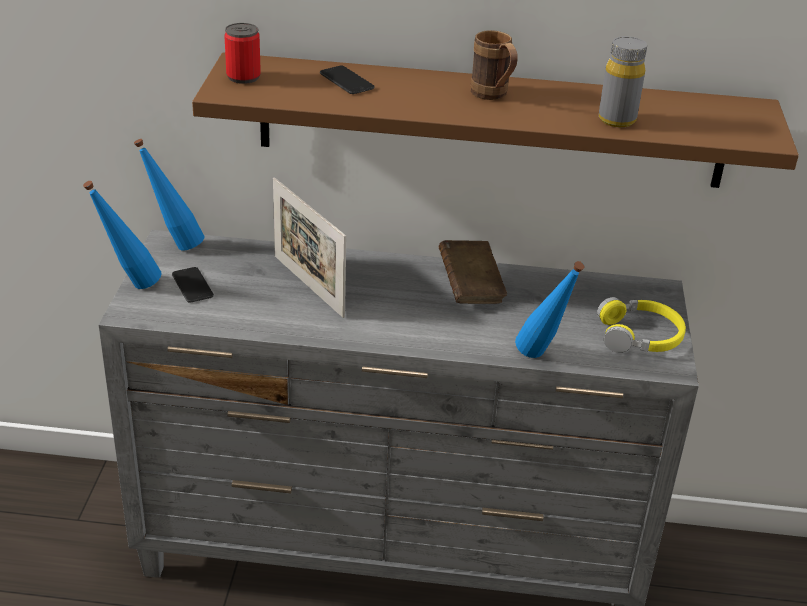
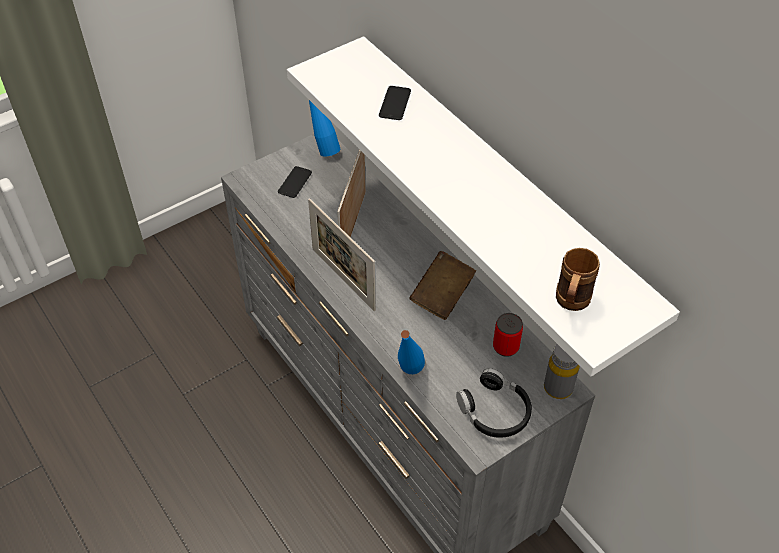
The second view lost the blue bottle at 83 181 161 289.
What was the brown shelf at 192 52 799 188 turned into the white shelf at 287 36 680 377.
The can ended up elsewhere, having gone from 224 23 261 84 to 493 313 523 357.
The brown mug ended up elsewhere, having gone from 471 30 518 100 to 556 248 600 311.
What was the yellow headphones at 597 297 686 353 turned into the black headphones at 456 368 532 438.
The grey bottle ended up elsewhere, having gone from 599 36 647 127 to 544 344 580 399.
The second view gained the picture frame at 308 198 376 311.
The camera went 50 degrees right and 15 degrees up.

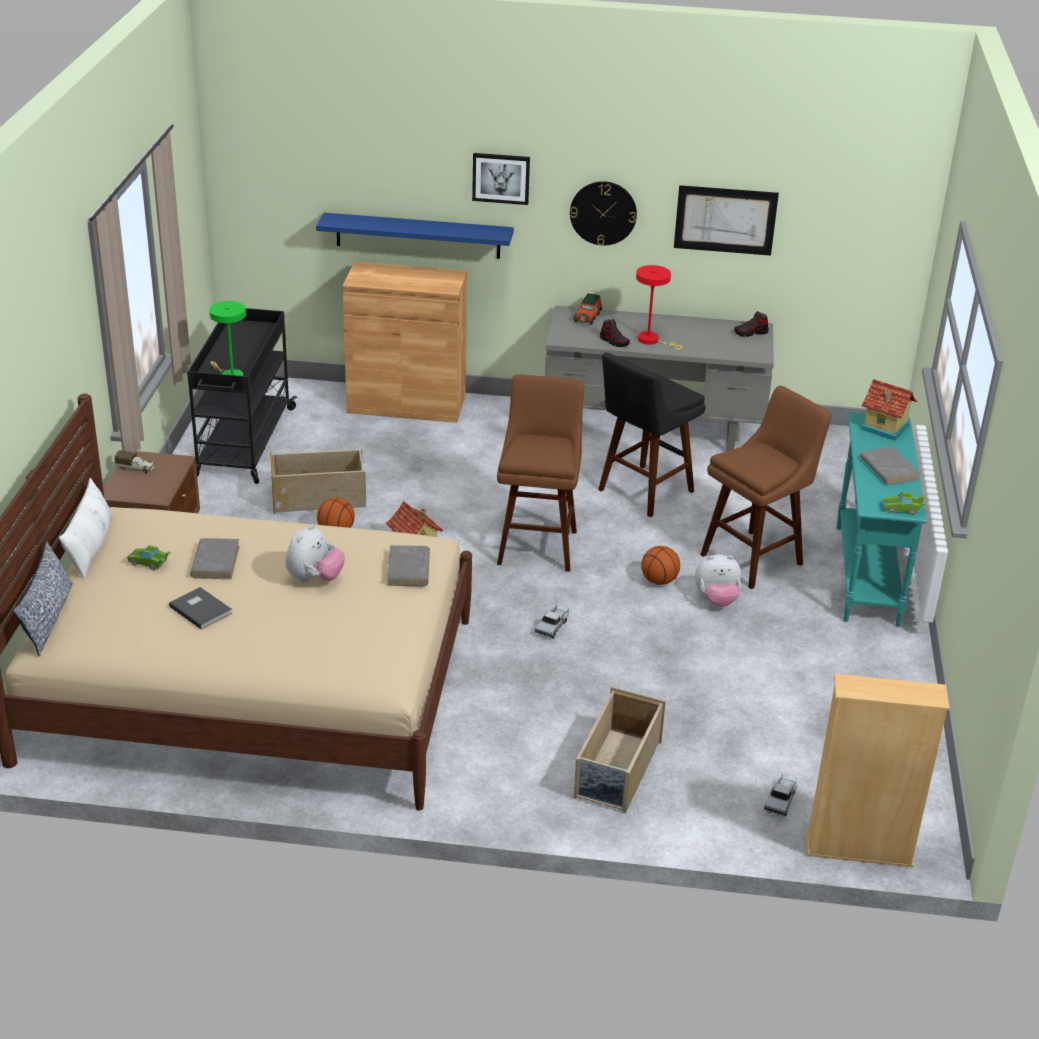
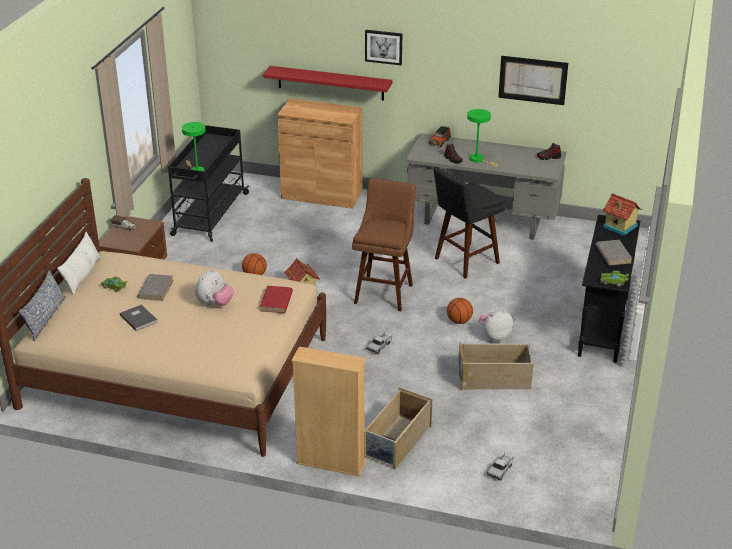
The beige storage box ended up elsewhere, having gone from 270 449 366 514 to 458 342 534 391.
What was the blue shelf at 316 213 514 259 turned into the red shelf at 263 66 393 100.
What was the grey book at 387 545 430 586 turned into the red book at 260 286 293 313.
The second view lost the wall clock at 570 181 637 246.
What was the red table lamp at 636 265 682 350 turned into the green table lamp at 467 109 498 167.
The plush toy at 695 554 741 607 ended up facing another way, 150 degrees clockwise from before.
The second view lost the brown stool at 700 386 832 589.
The beige bookcase ended up elsewhere, having gone from 806 674 950 867 to 291 347 366 476.
What was the turquoise console table at 836 412 927 627 turned into the black console table at 578 215 640 363.
The camera went 10 degrees right and 0 degrees up.

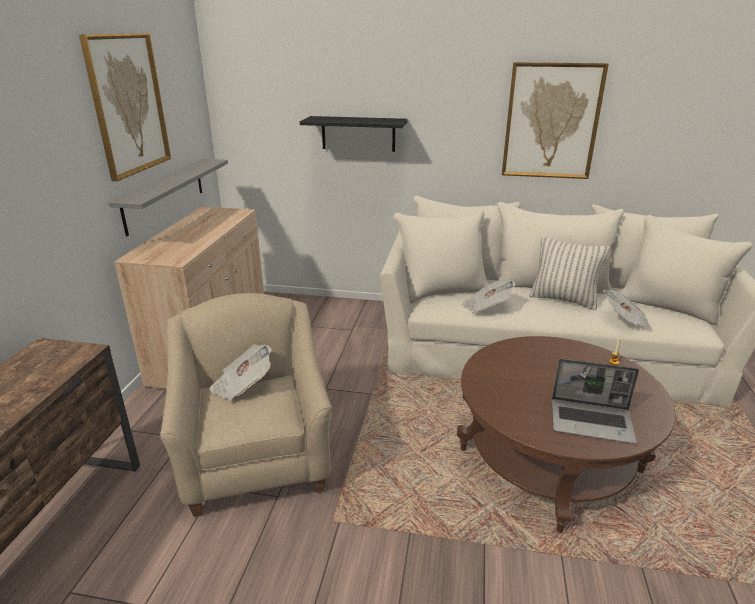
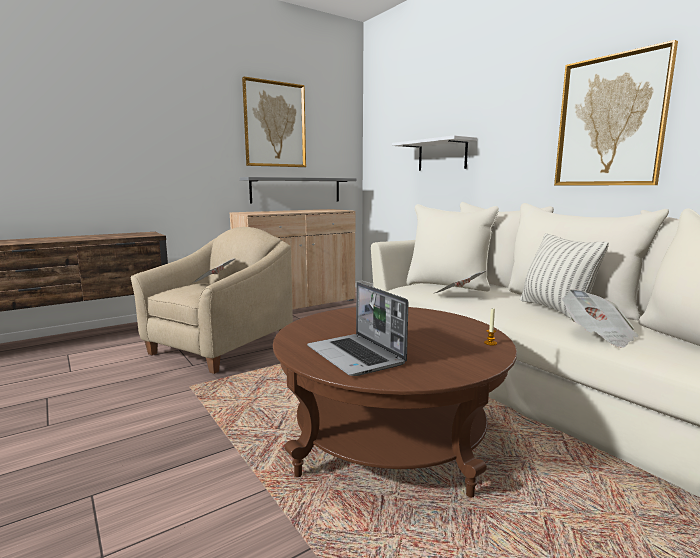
What was the black shelf at 300 116 408 152 turned into the white shelf at 392 135 477 171.
The camera went 45 degrees right and 15 degrees down.

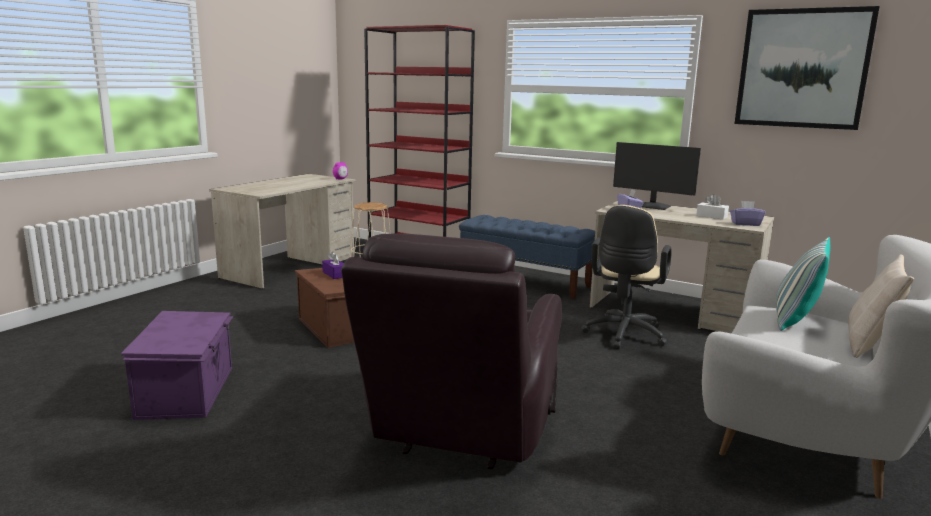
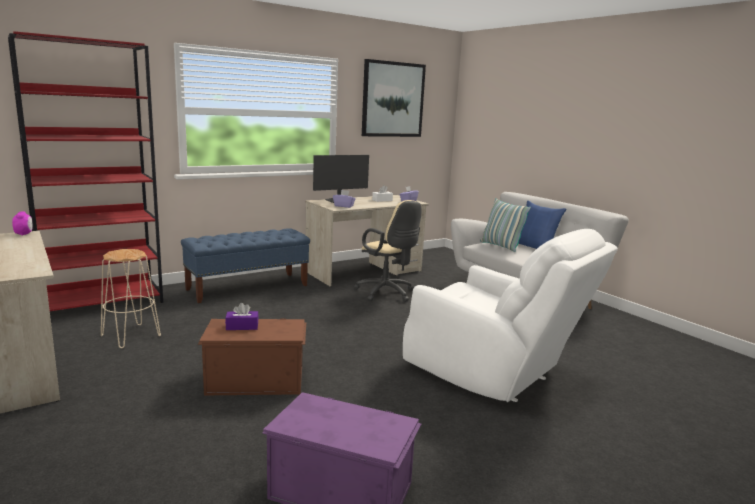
What was the brown armchair at 341 233 562 469 turned into the white armchair at 403 229 618 402.
What was the beige pillow at 848 254 914 358 turned into the blue pillow at 518 201 567 249.
The camera went 65 degrees left and 0 degrees up.

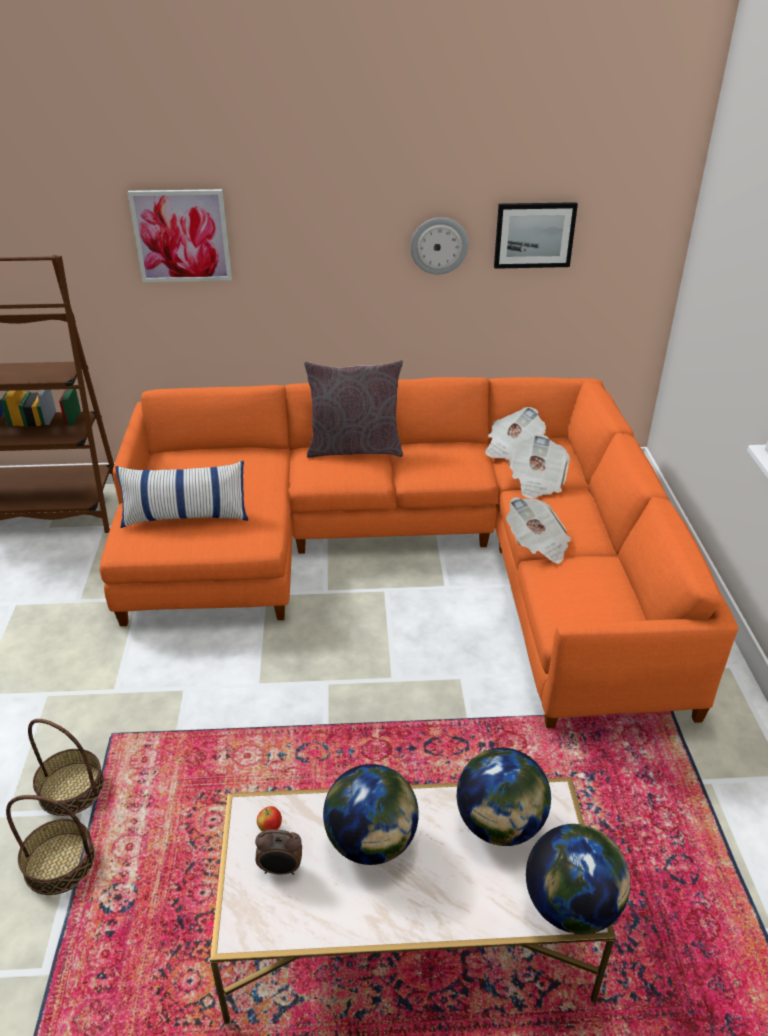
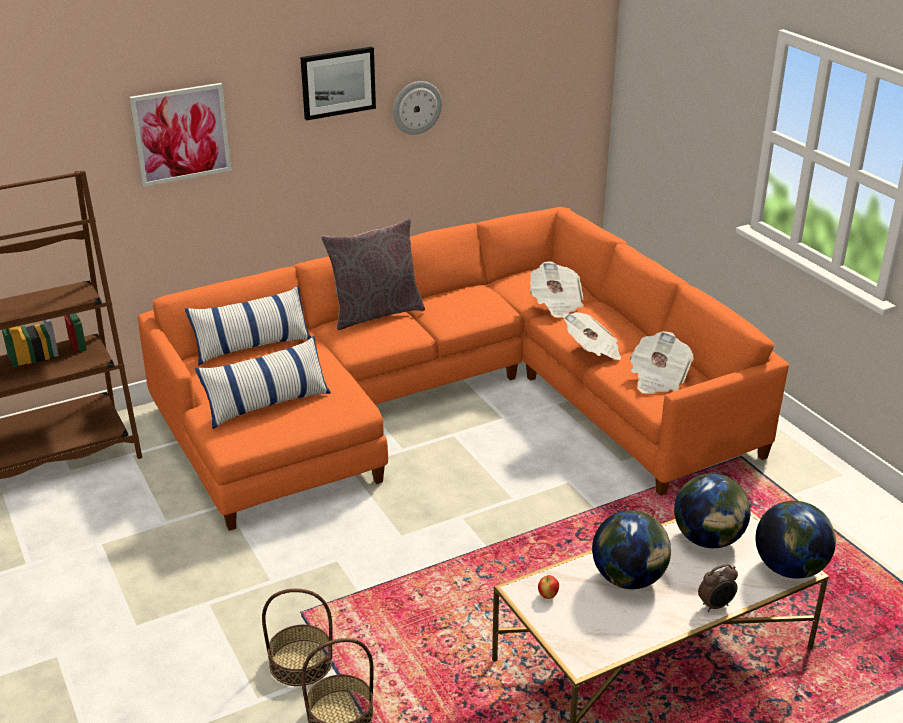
The alarm clock ended up elsewhere, having gone from 255 830 302 875 to 698 564 738 612.
The newspaper ended up elsewhere, having gone from 485 407 546 460 to 630 331 693 394.
The picture ended up elsewhere, having gone from 494 202 578 269 to 300 47 376 120.
The second view gained the pillow at 185 286 311 365.
The camera went 25 degrees left and 5 degrees down.

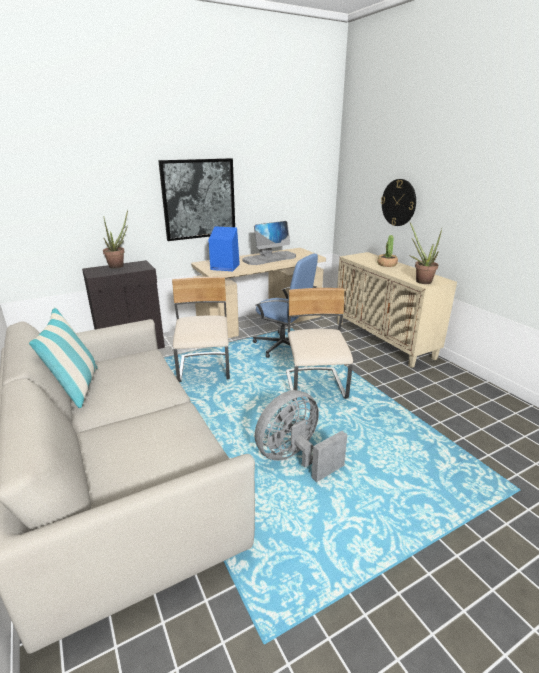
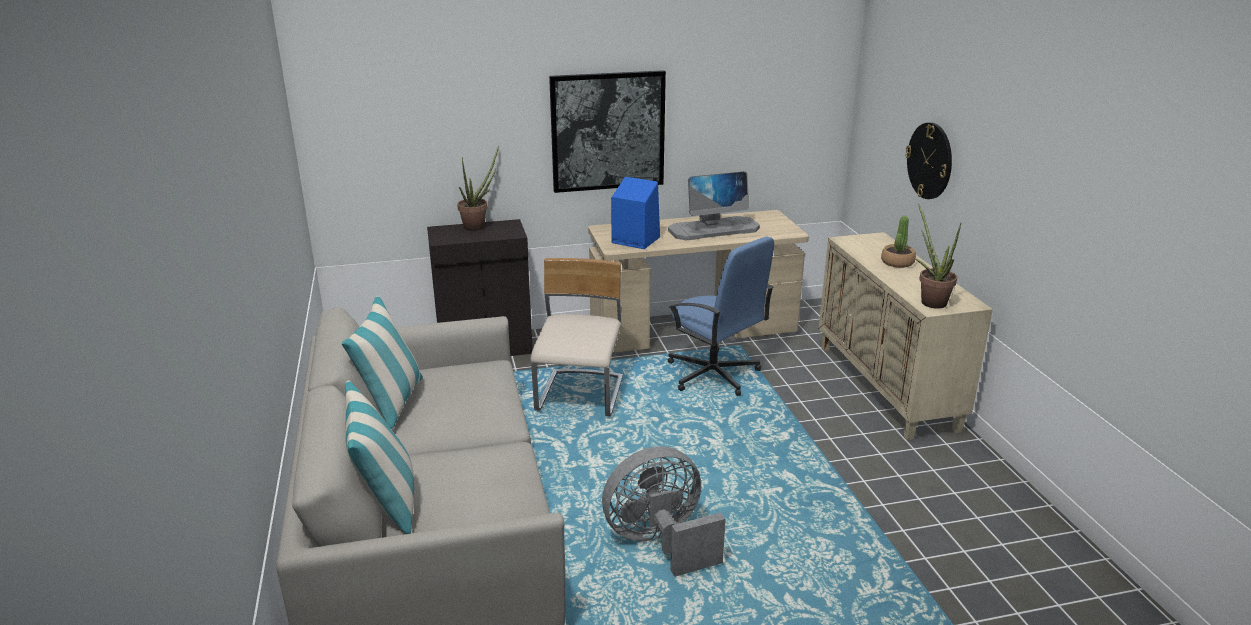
The second view lost the beige chair at 286 288 353 401.
The second view gained the pillow at 345 380 414 534.
The camera went 15 degrees right and 0 degrees up.

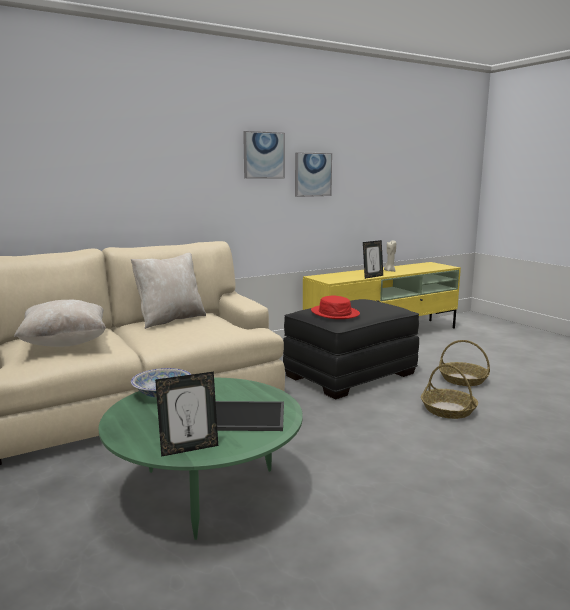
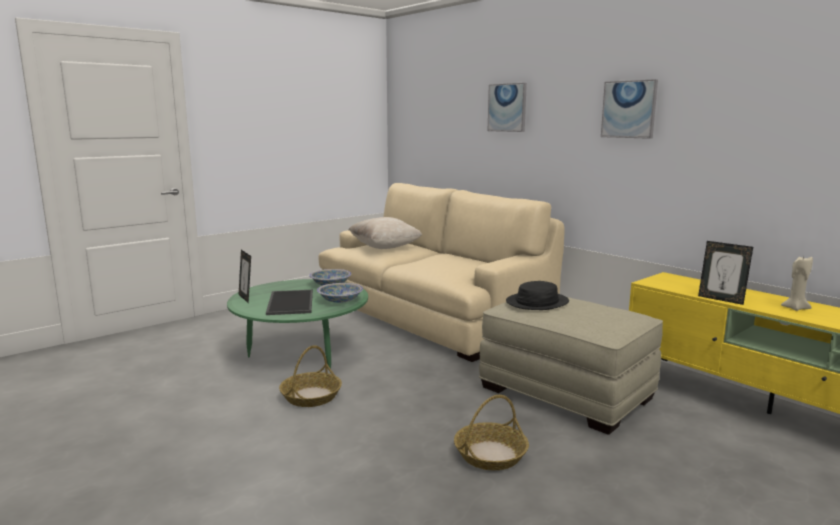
The second view lost the beige pillow at 131 253 206 329.
What was the black ottoman at 283 299 419 400 turned into the beige ottoman at 479 297 663 435.
The picture ended up elsewhere, having gone from 295 152 332 197 to 488 83 527 132.
What was the red hat at 311 295 360 319 turned into the black hat at 506 281 569 310.
The basket ended up elsewhere, having gone from 439 340 490 386 to 279 345 342 407.
The second view gained the bowl at 317 283 363 303.
The camera went 80 degrees right and 0 degrees up.

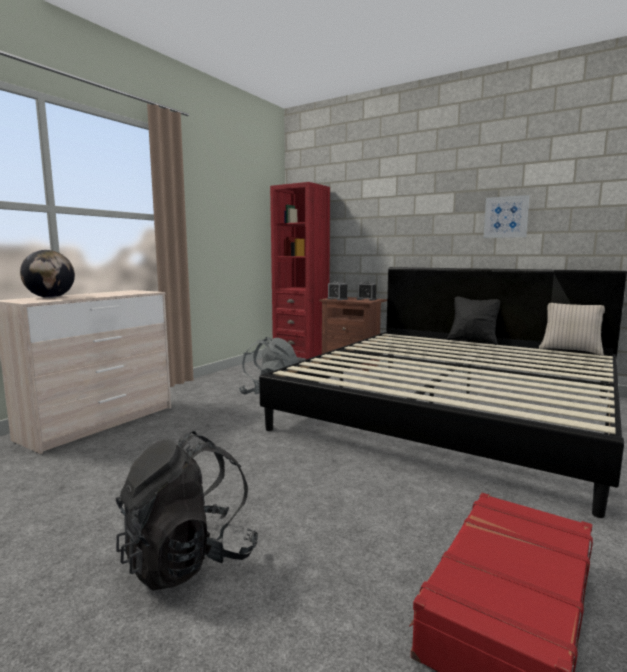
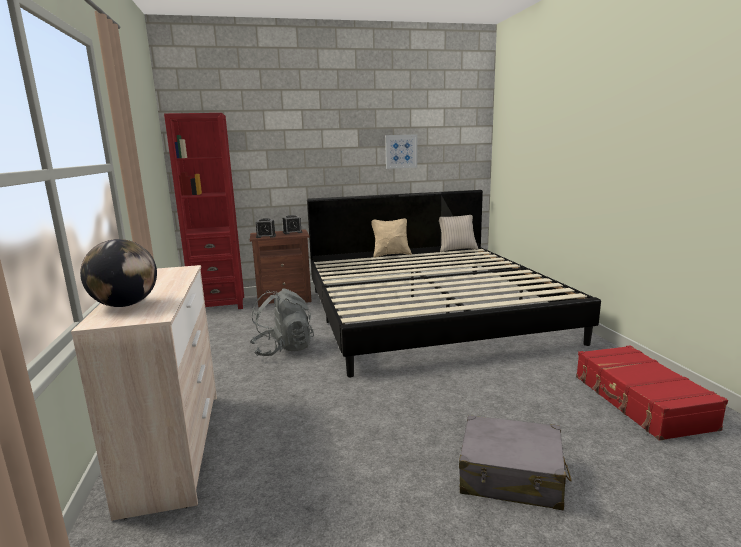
Where the black backpack stood at 116 431 258 591, the grey suitcase came to stand at 459 415 572 510.
What was the black pillow at 447 296 500 345 turned into the beige pillow at 371 218 412 258.
The camera went 45 degrees left and 5 degrees up.

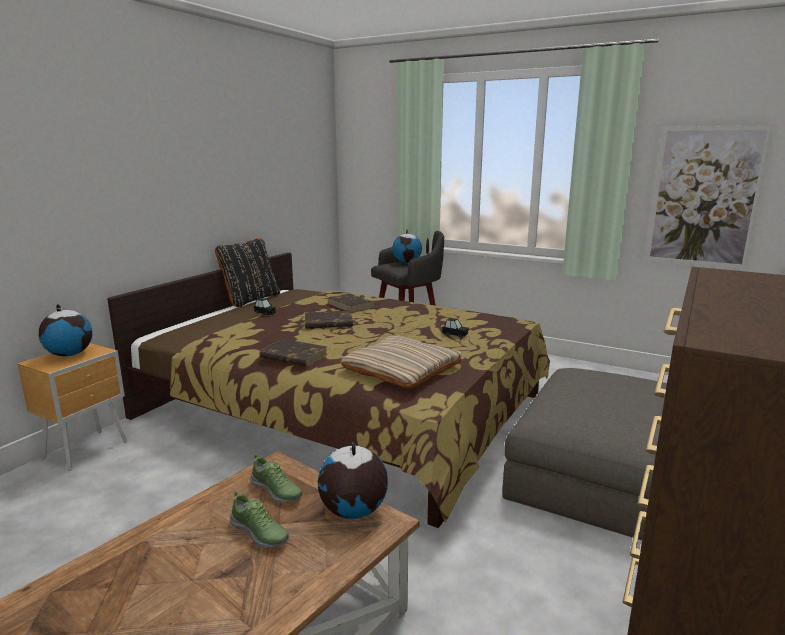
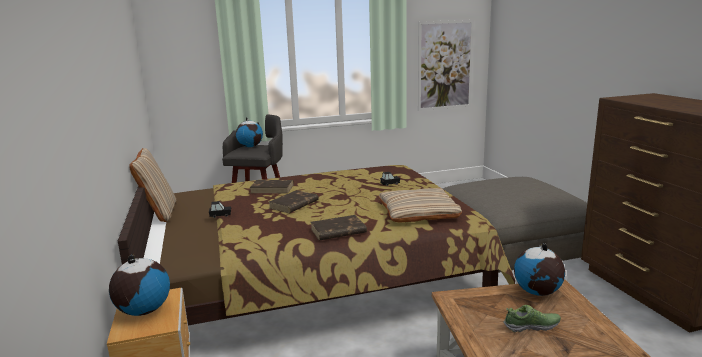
What was the black pillow at 215 238 280 307 turned into the beige pillow at 129 148 176 222.
The second view lost the shoe at 250 454 303 503.
The camera went 45 degrees left and 0 degrees up.

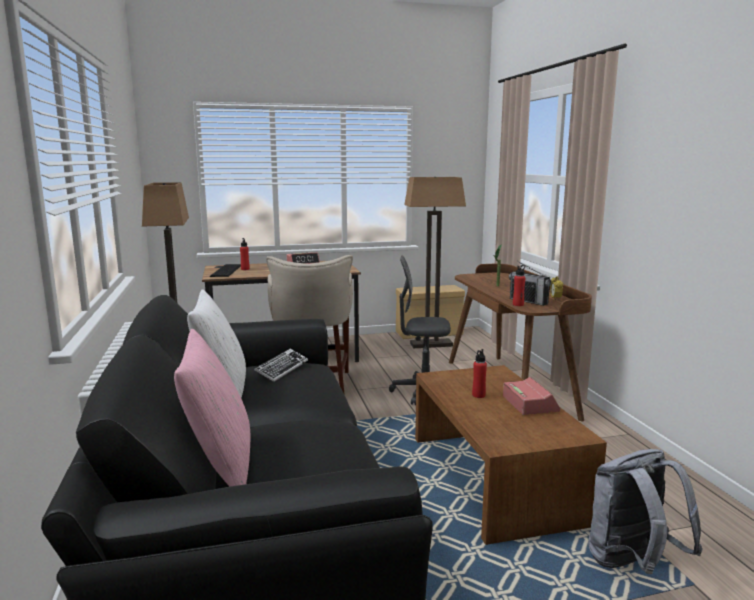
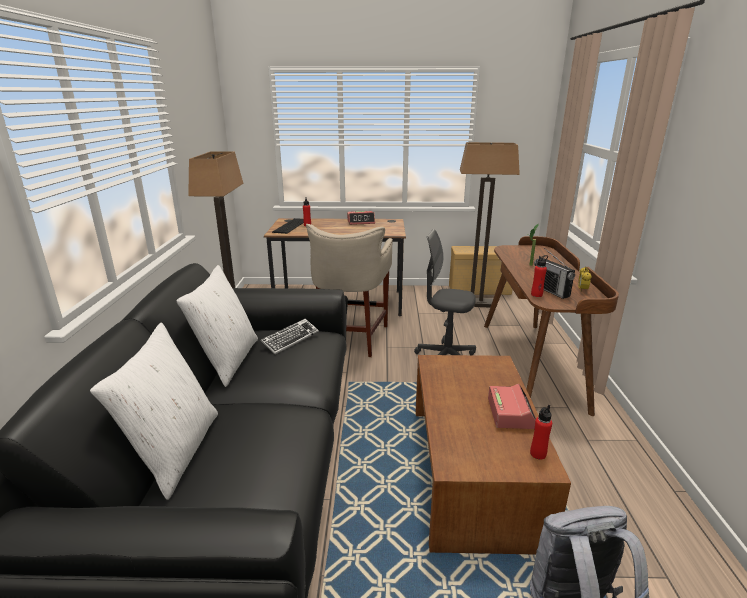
What was the pink pillow at 174 329 250 486 turned into the white pillow at 90 323 218 500.
The red bottle ended up elsewhere, having gone from 472 349 487 398 to 530 405 552 460.
The camera went 15 degrees right and 10 degrees up.

